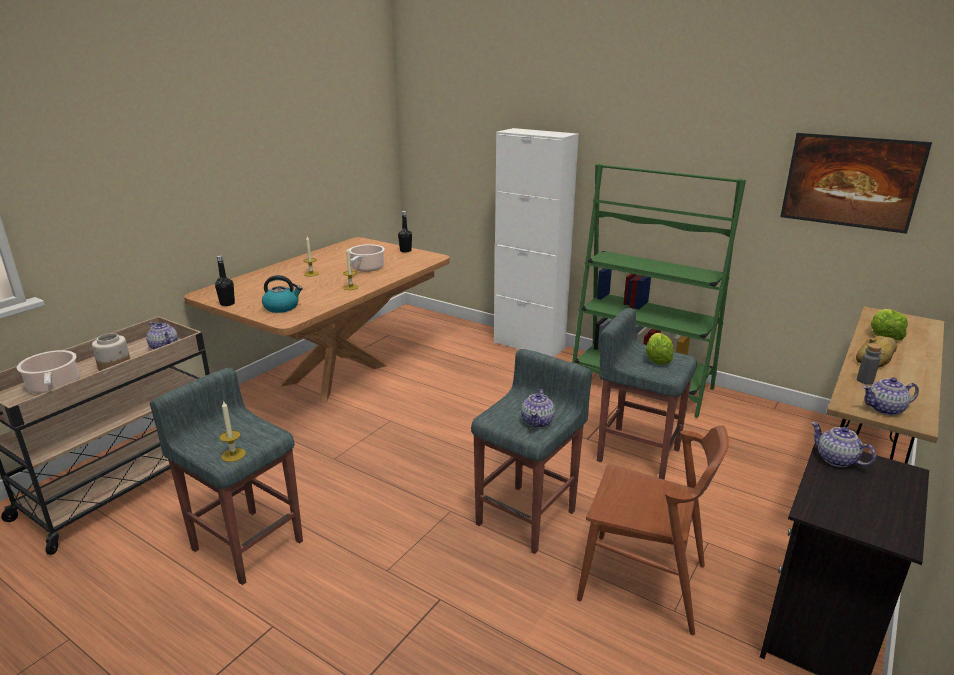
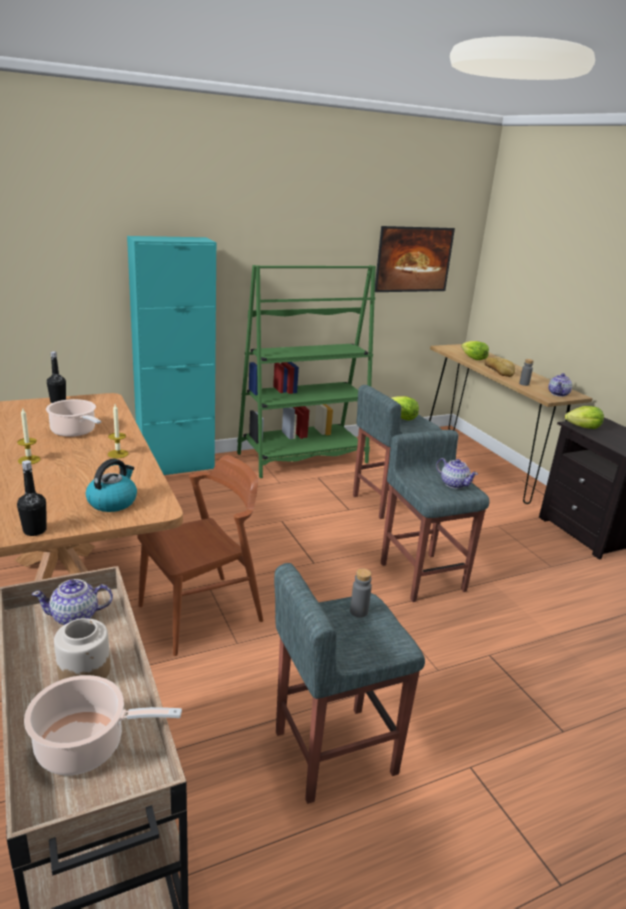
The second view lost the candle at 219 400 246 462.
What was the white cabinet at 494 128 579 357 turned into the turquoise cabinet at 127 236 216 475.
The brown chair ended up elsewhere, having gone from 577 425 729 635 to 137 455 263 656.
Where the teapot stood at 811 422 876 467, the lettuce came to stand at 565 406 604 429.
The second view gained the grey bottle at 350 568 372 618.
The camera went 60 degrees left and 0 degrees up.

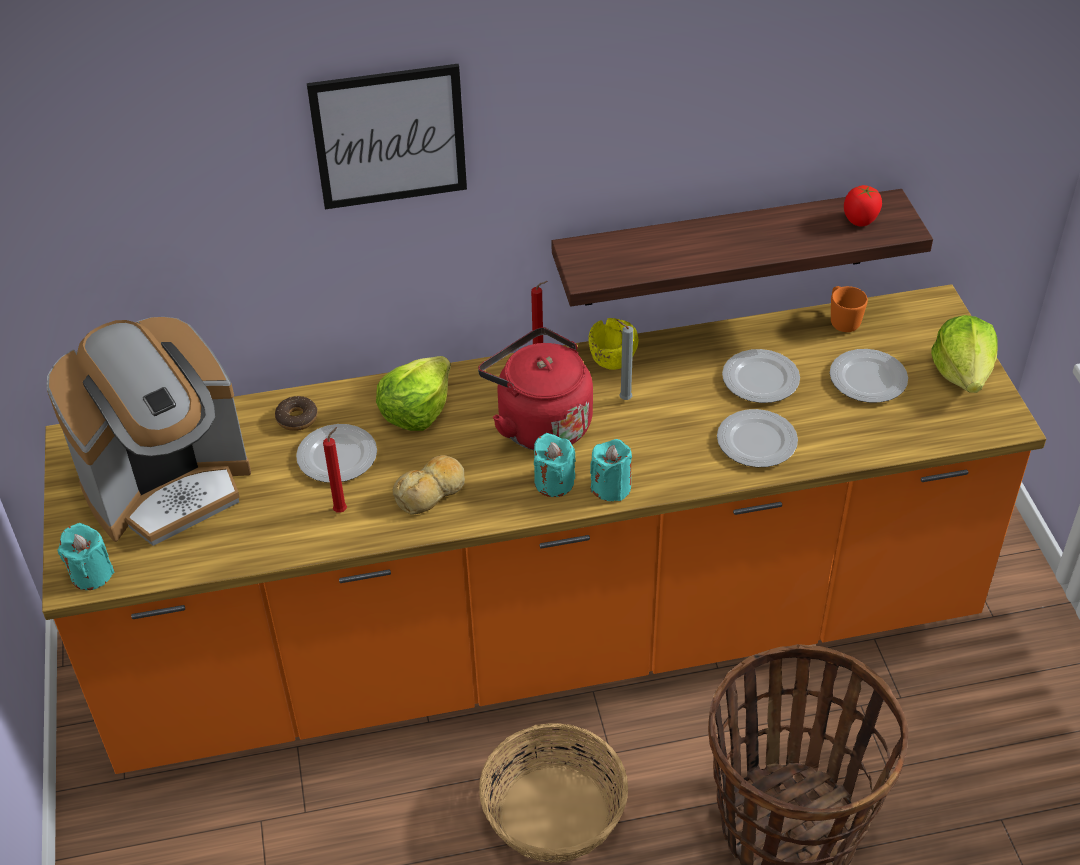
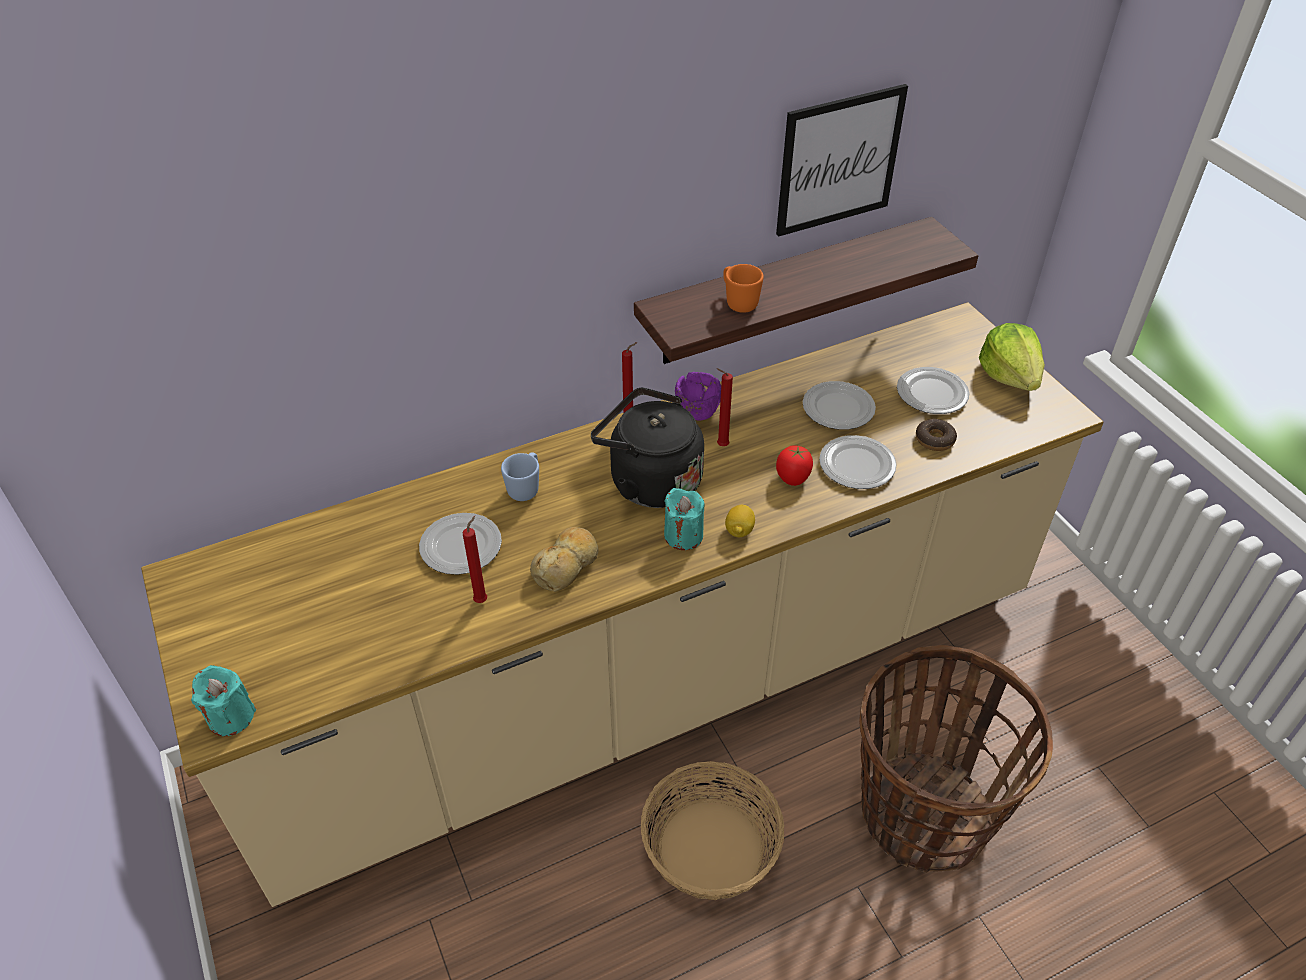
What was the orange counter at 42 284 1046 774 turned into the beige counter at 141 302 1104 907.
The second view lost the coffee machine at 47 317 251 546.
The donut ended up elsewhere, having gone from 275 396 318 431 to 916 419 957 451.
The picture ended up elsewhere, having gone from 307 64 467 209 to 776 84 908 237.
Where the lettuce stood at 376 356 451 431, the blue mug came to stand at 501 452 539 501.
What was the red kettle at 478 327 593 450 turned into the black kettle at 591 387 704 508.
What was the yellow bowl at 588 318 638 370 turned into the purple bowl at 675 372 721 421.
Where the turquoise candle stood at 590 439 632 501, the lemon came to stand at 725 505 755 537.
What was the grey candle at 617 320 633 400 turned into the red candle at 717 368 733 446.
The orange mug ended up elsewhere, having gone from 831 286 868 332 to 723 264 764 313.
The tomato ended up elsewhere, having gone from 844 185 882 227 to 776 445 813 486.
The camera went 15 degrees left and 0 degrees up.

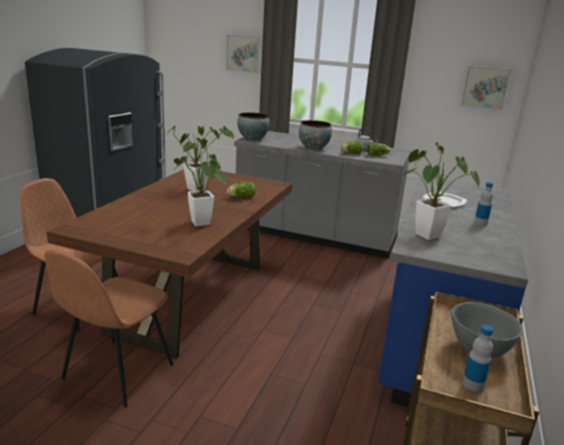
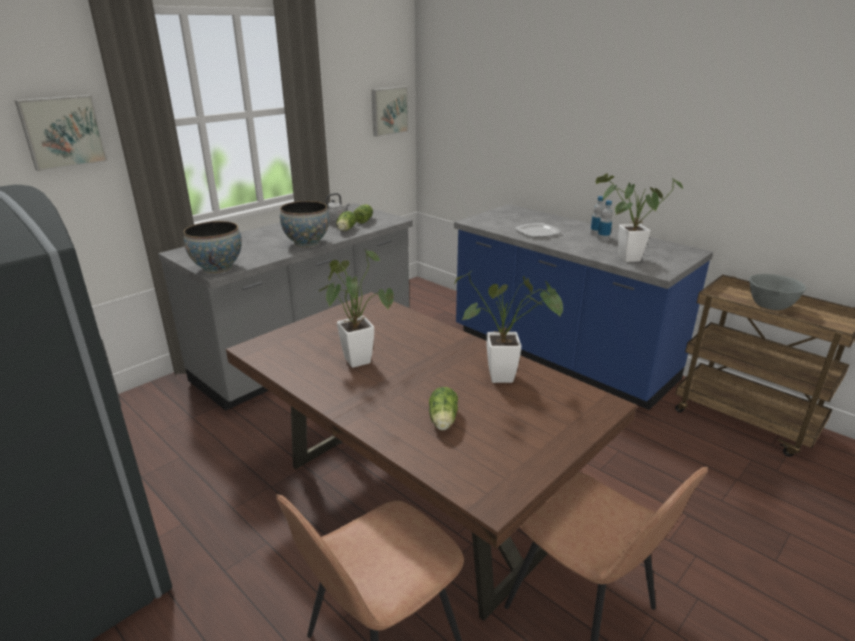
The lettuce ended up elsewhere, having gone from 227 182 255 198 to 429 387 458 431.
The bottle ended up elsewhere, having gone from 462 325 493 392 to 597 200 613 241.
The camera went 65 degrees left and 5 degrees up.

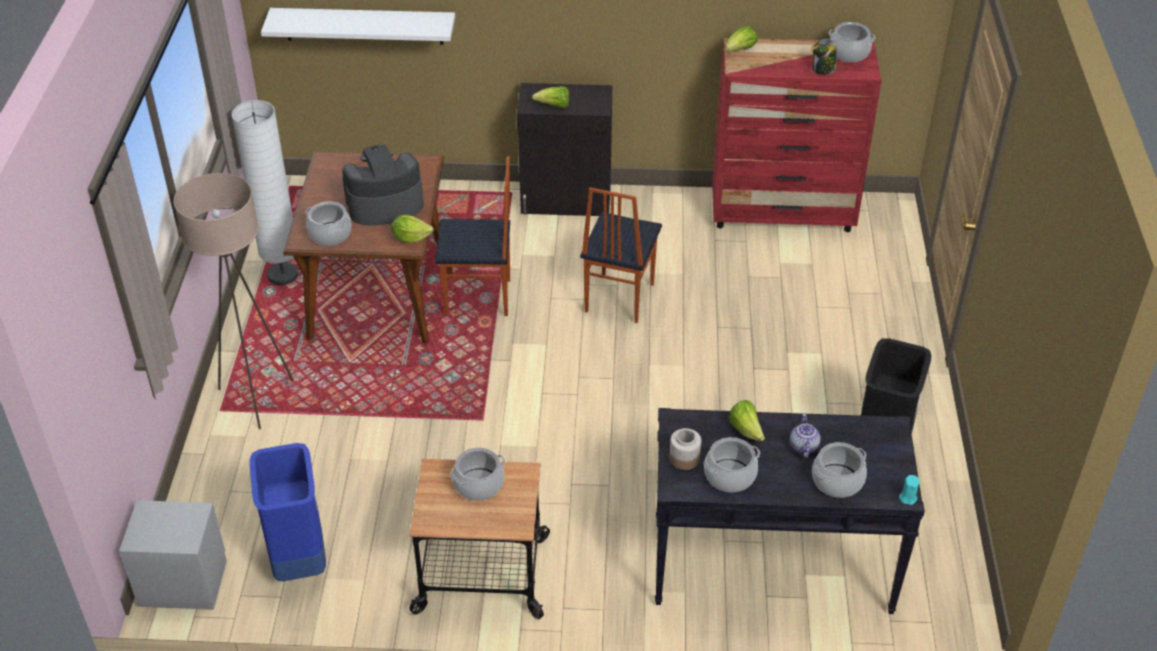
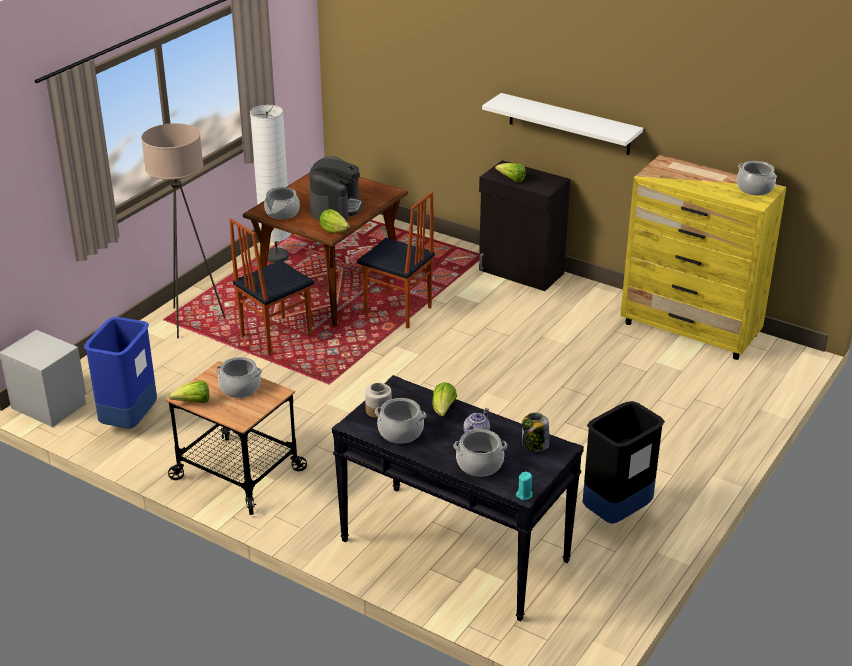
The white shelf ended up elsewhere, having gone from 261 8 455 45 to 482 93 643 155.
The coffee machine at 342 144 424 226 ended up facing another way, 90 degrees clockwise from before.
The chair ended up elsewhere, having gone from 580 187 662 323 to 229 219 314 355.
What was the red dresser at 712 38 882 232 turned into the yellow dresser at 620 155 786 360.
The lettuce ended up elsewhere, having gone from 726 26 758 52 to 169 381 209 403.
The jar ended up elsewhere, having gone from 812 39 837 75 to 522 413 549 452.
The camera went 30 degrees right and 10 degrees down.

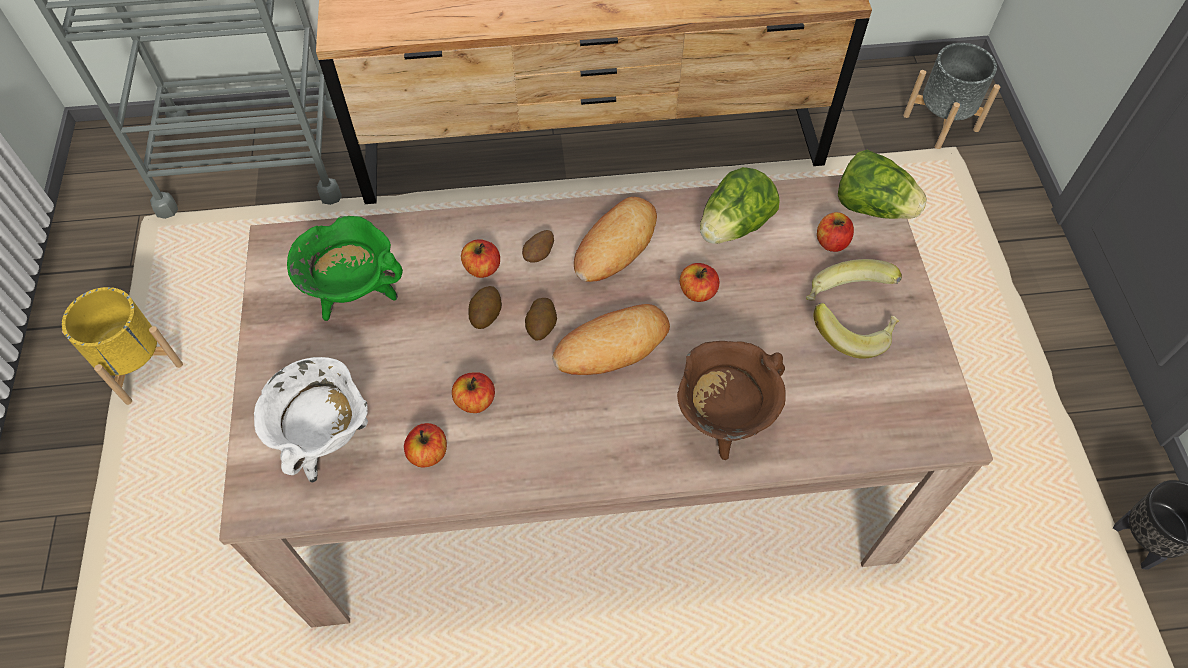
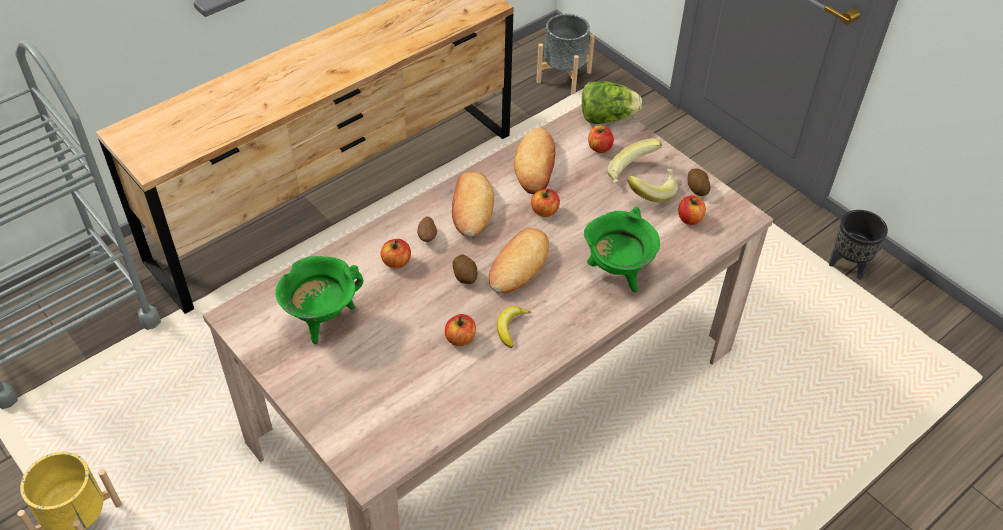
The second view lost the white cooking pot at 254 357 368 483.
The apple ended up elsewhere, having gone from 404 423 447 468 to 678 195 706 225.
The potato ended up elsewhere, having gone from 469 286 502 329 to 688 169 711 196.
What was the brown cooking pot at 677 341 786 460 turned into the green cooking pot at 584 207 660 292.
Where the lettuce stood at 700 167 780 244, the bread came to stand at 514 128 555 194.
The second view gained the banana at 497 306 531 348.
The camera went 35 degrees left and 10 degrees down.

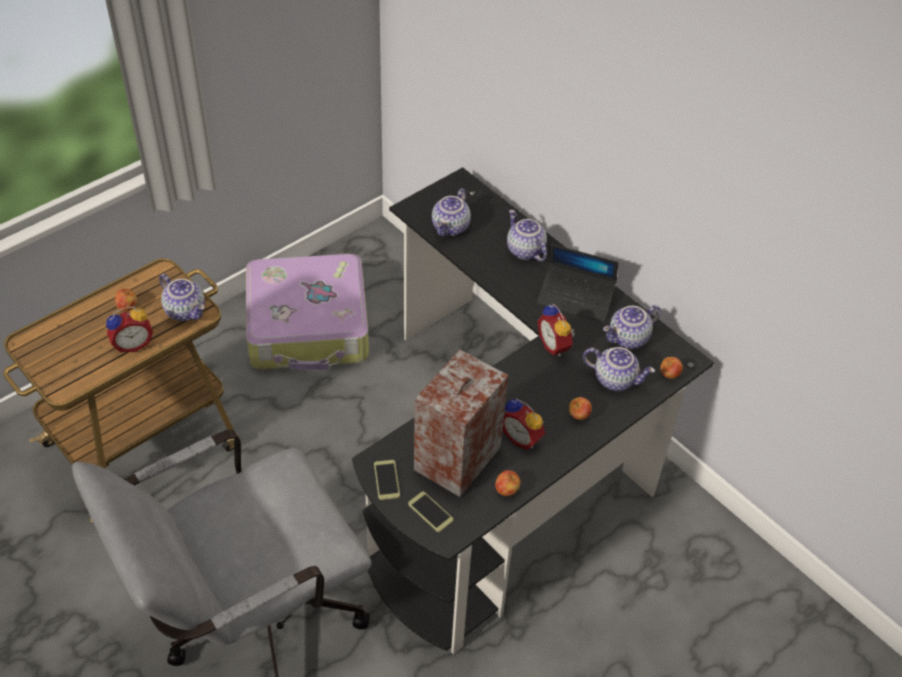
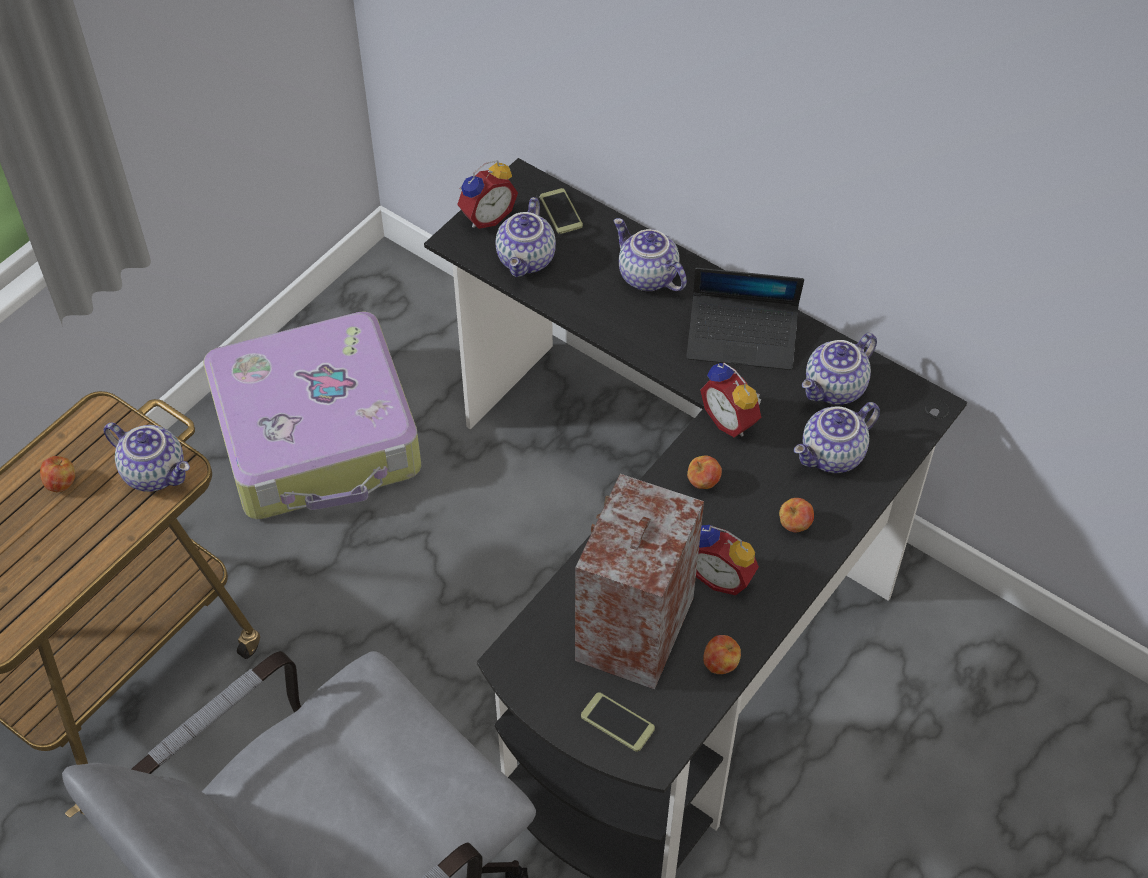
The alarm clock ended up elsewhere, having gone from 106 307 153 352 to 457 160 518 229.
The phone ended up elsewhere, having gone from 374 460 400 500 to 540 188 583 234.
The teapot at 583 347 655 391 ended up facing another way, 135 degrees clockwise from before.
The apple ended up elsewhere, having gone from 660 357 683 379 to 687 455 722 489.
The camera went 10 degrees left and 5 degrees up.

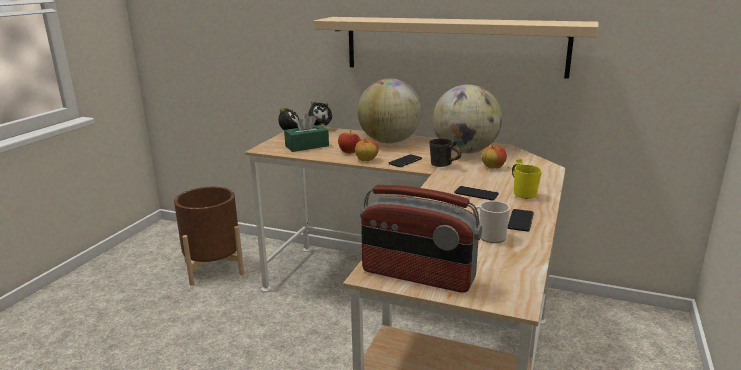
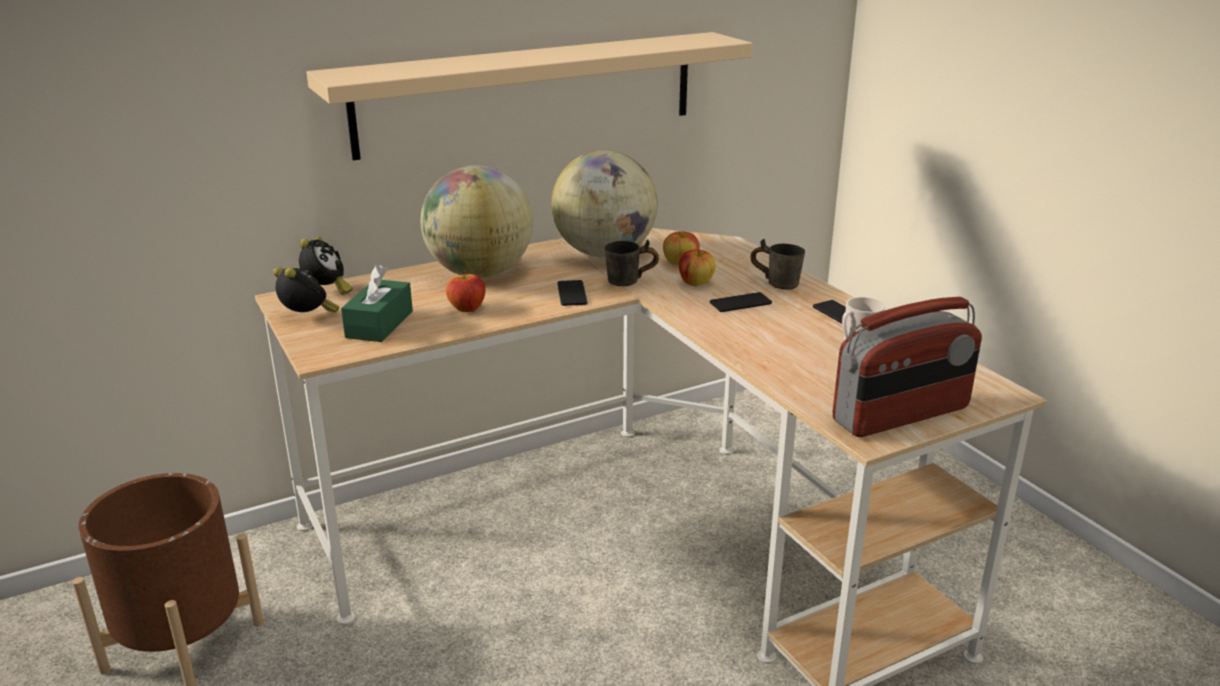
The apple ended up elsewhere, having gone from 355 139 379 161 to 679 250 715 286.
What was the yellow mug at 512 159 542 199 turned into the grey mug at 750 239 805 289.
The camera went 50 degrees left and 5 degrees up.

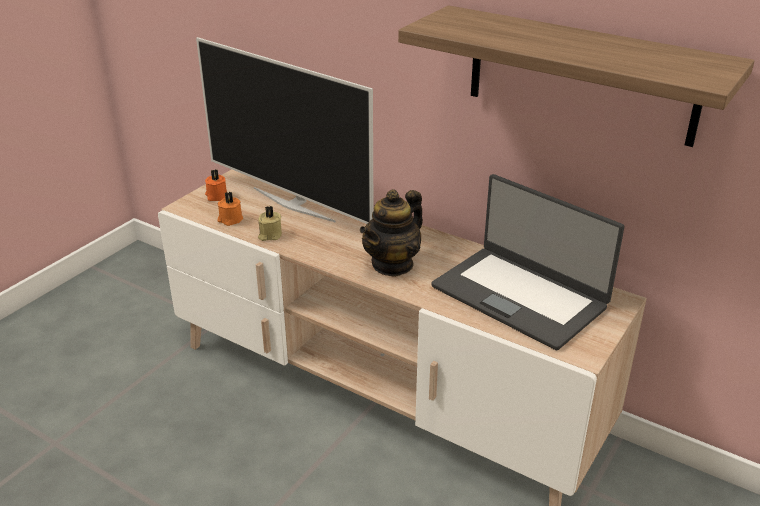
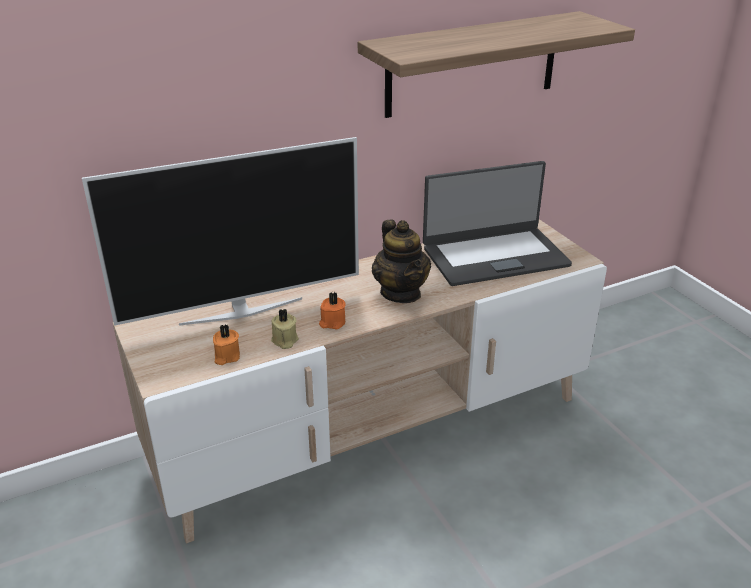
The orange candle ended up elsewhere, having gone from 205 169 227 201 to 319 292 346 330.
The camera went 60 degrees left and 0 degrees up.

